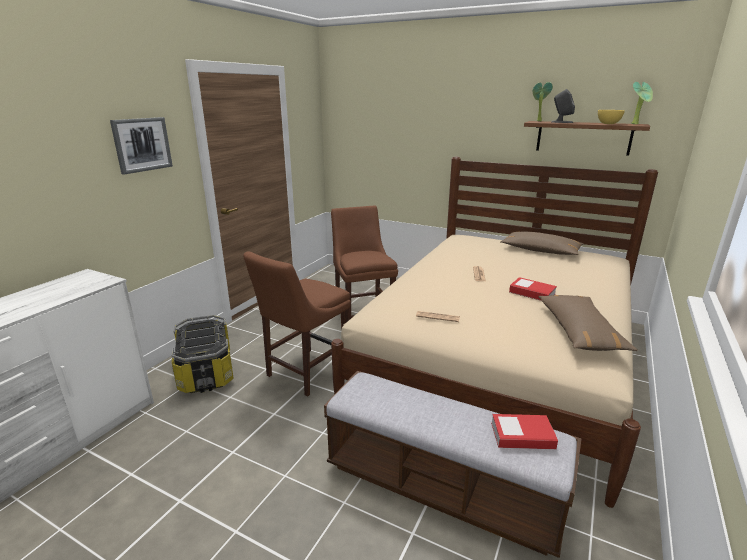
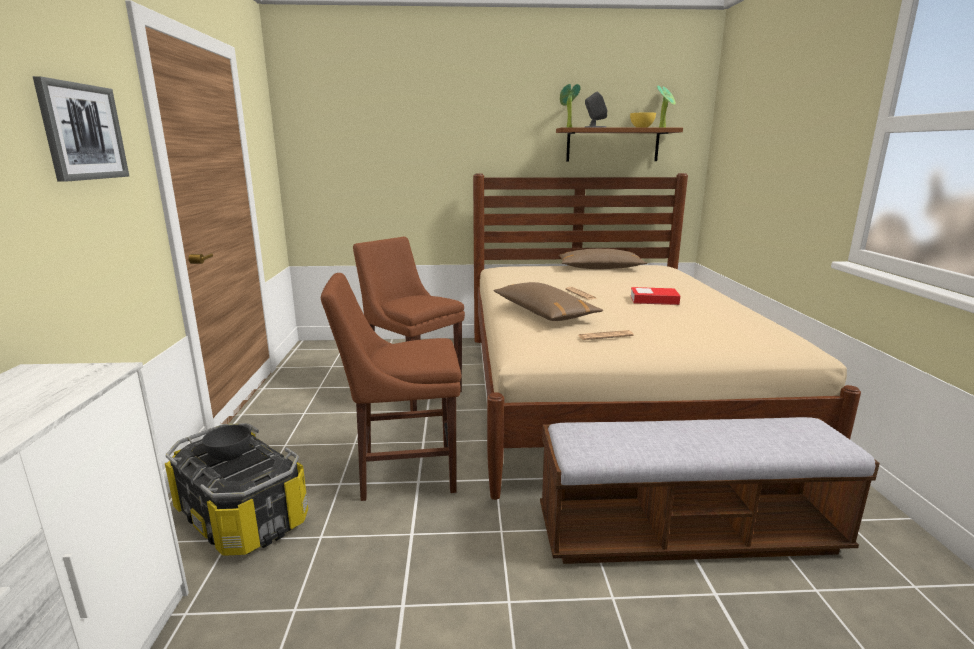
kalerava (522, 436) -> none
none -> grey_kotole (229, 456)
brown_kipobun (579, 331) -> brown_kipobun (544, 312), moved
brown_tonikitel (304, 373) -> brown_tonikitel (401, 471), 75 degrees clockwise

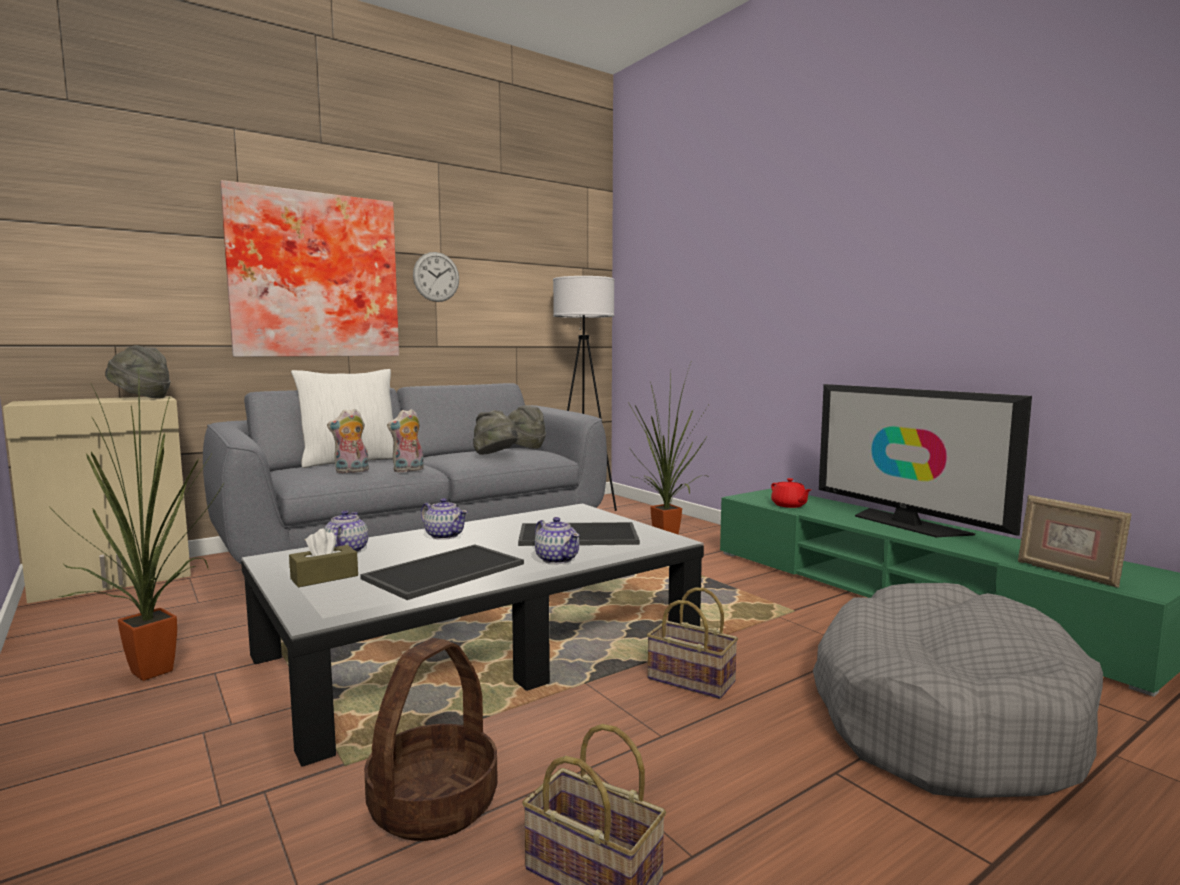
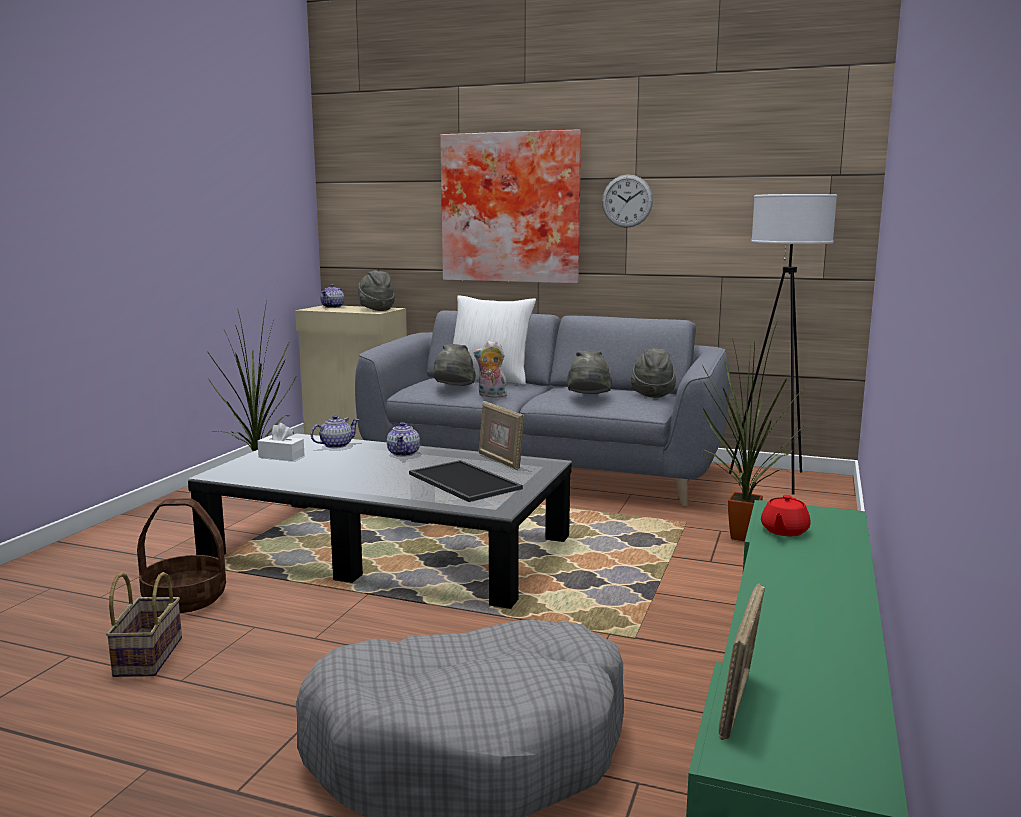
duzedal (445, 572) -> none
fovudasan (688, 680) -> none
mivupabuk (906, 524) -> none
none -> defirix (500, 461)
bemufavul (557, 559) -> bemufavul (333, 307), moved
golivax (351, 471) -> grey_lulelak (453, 388)
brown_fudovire (324, 577) -> white_fudovire (281, 456)

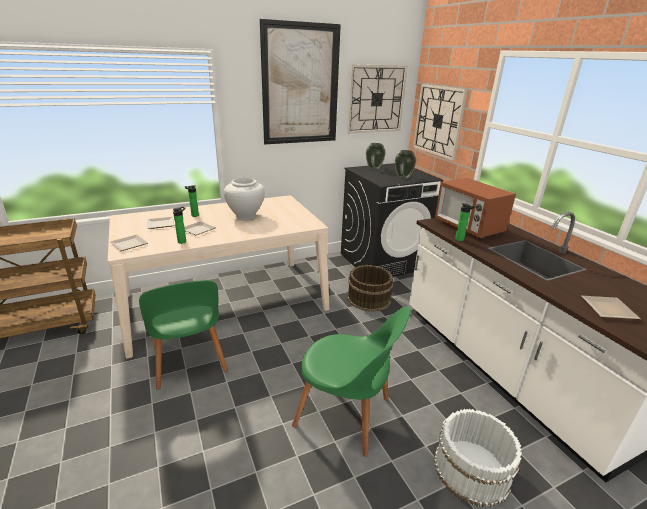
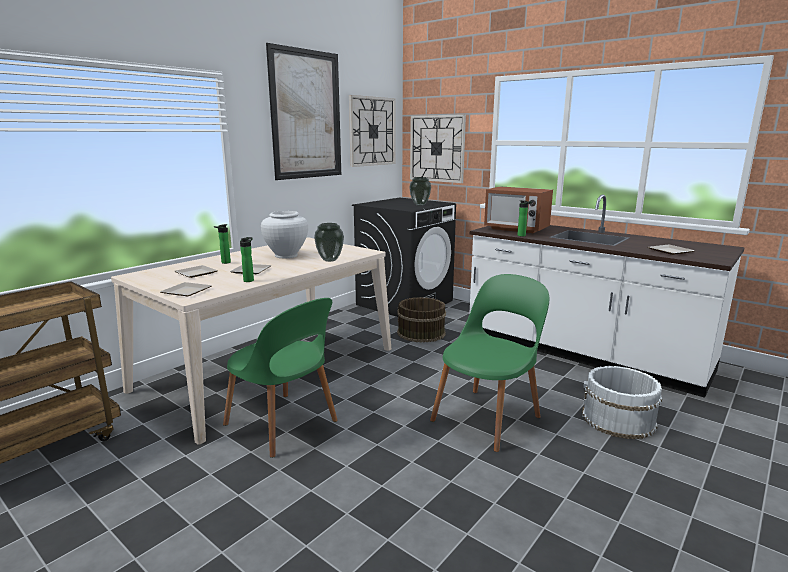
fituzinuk (373, 168) -> fituzinuk (329, 260), moved
green_tonikitel (346, 414) -> green_tonikitel (488, 417), 45 degrees counterclockwise

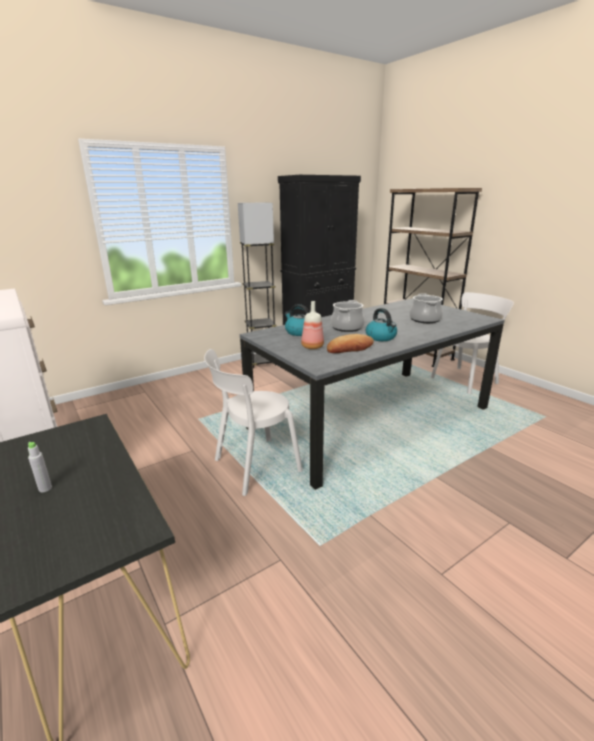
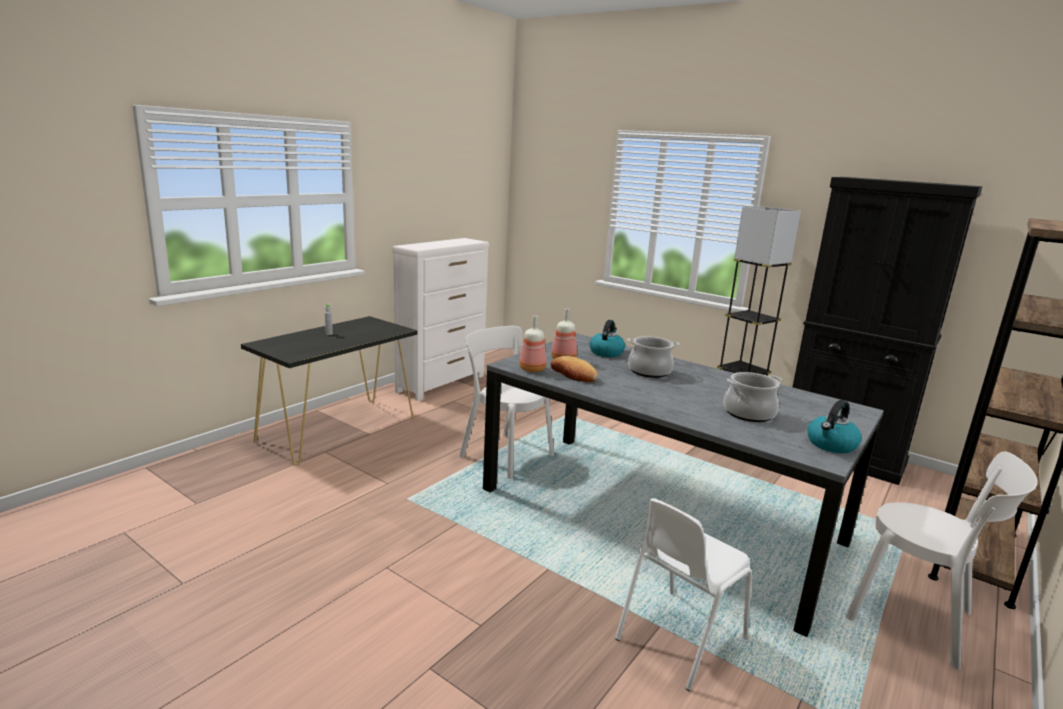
none -> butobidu (532, 369)
none -> white_tonikitel (678, 638)
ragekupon (381, 337) -> ragekupon (831, 445), moved

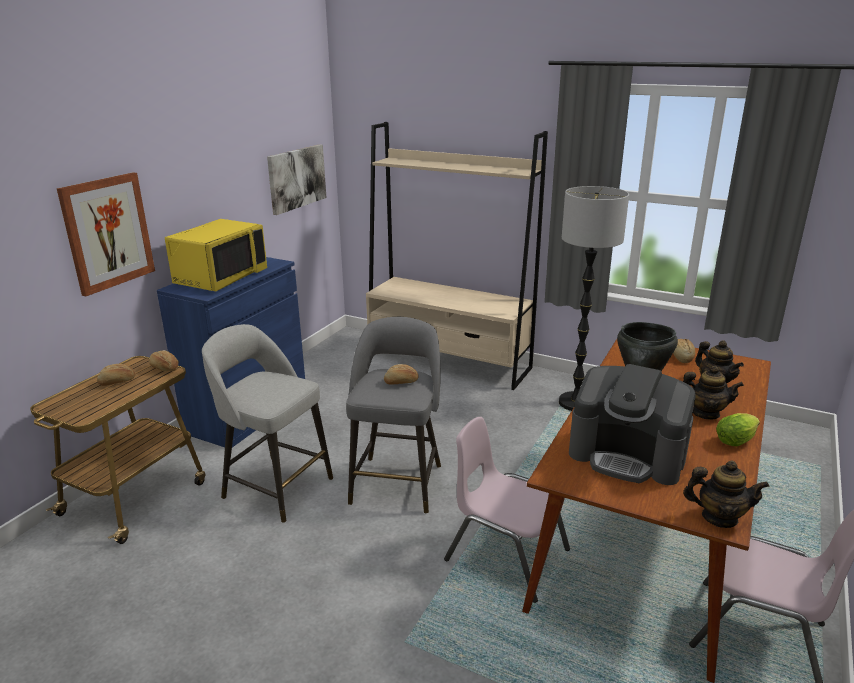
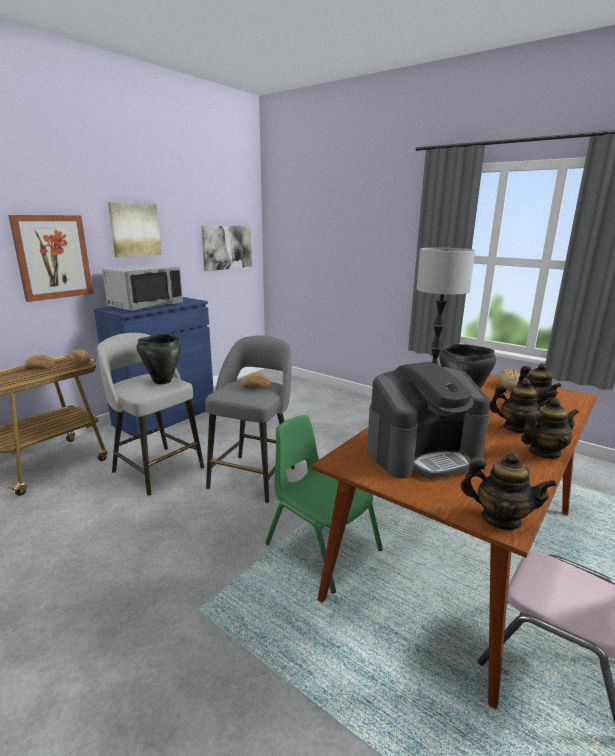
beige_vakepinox (449, 362) -> none
none -> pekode (134, 229)
none -> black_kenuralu (162, 381)
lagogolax (737, 440) -> bemufavul (543, 452)
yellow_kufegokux (220, 277) -> grey_kufegokux (145, 305)
pink_tonikitel (506, 555) -> green_tonikitel (322, 547)
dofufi (627, 455) -> dofufi (423, 453), 60 degrees counterclockwise

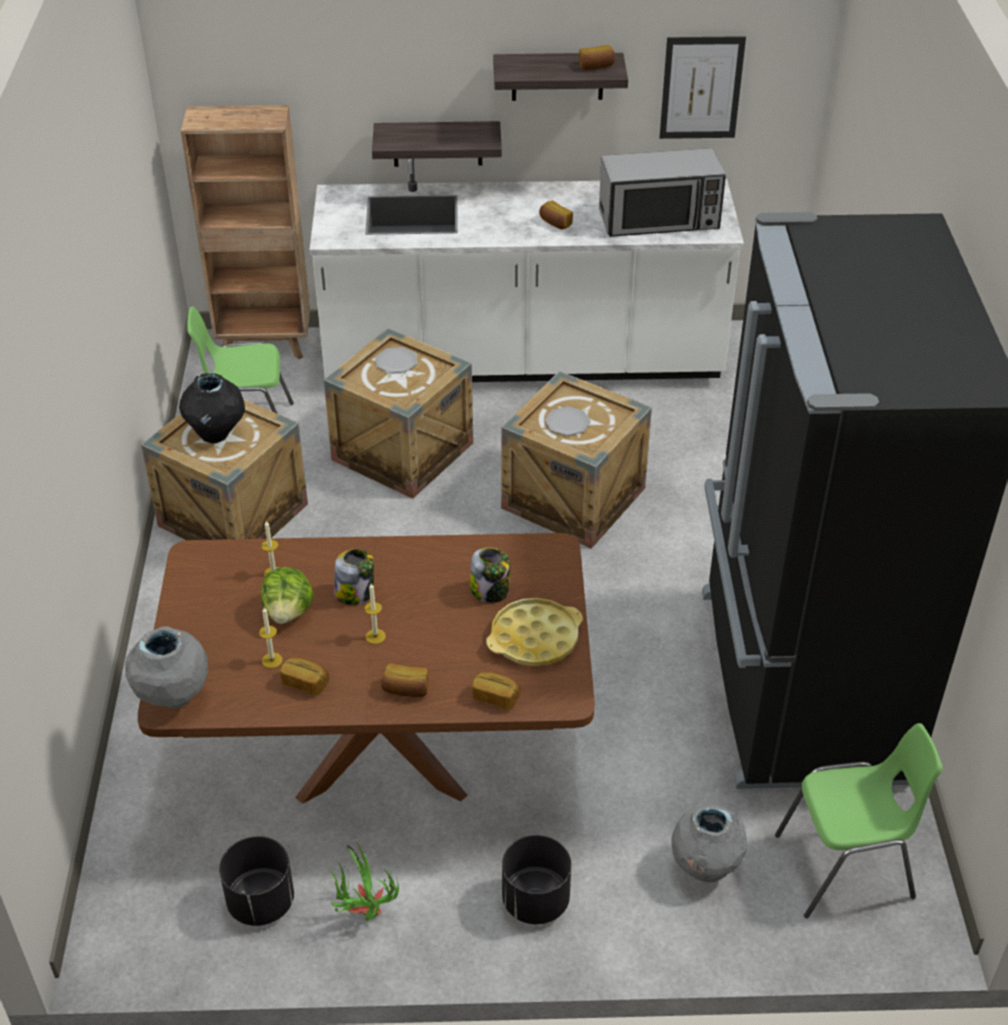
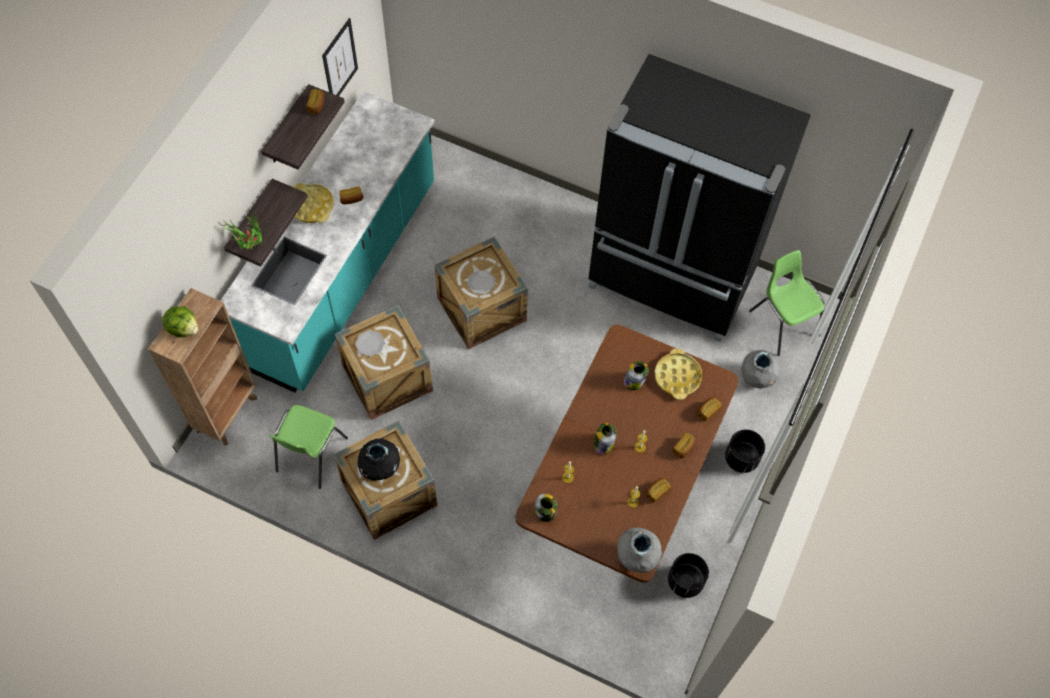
kufegokux (659, 220) -> none
none -> yellow_duzedal (311, 206)
none -> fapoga (545, 512)
lagogolax (288, 612) -> lagogolax (183, 328), moved
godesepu (363, 914) -> godesepu (250, 248), moved
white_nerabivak (523, 361) -> turquoise_nerabivak (343, 276)
green_tonikitel (846, 868) -> green_tonikitel (783, 323), 45 degrees counterclockwise

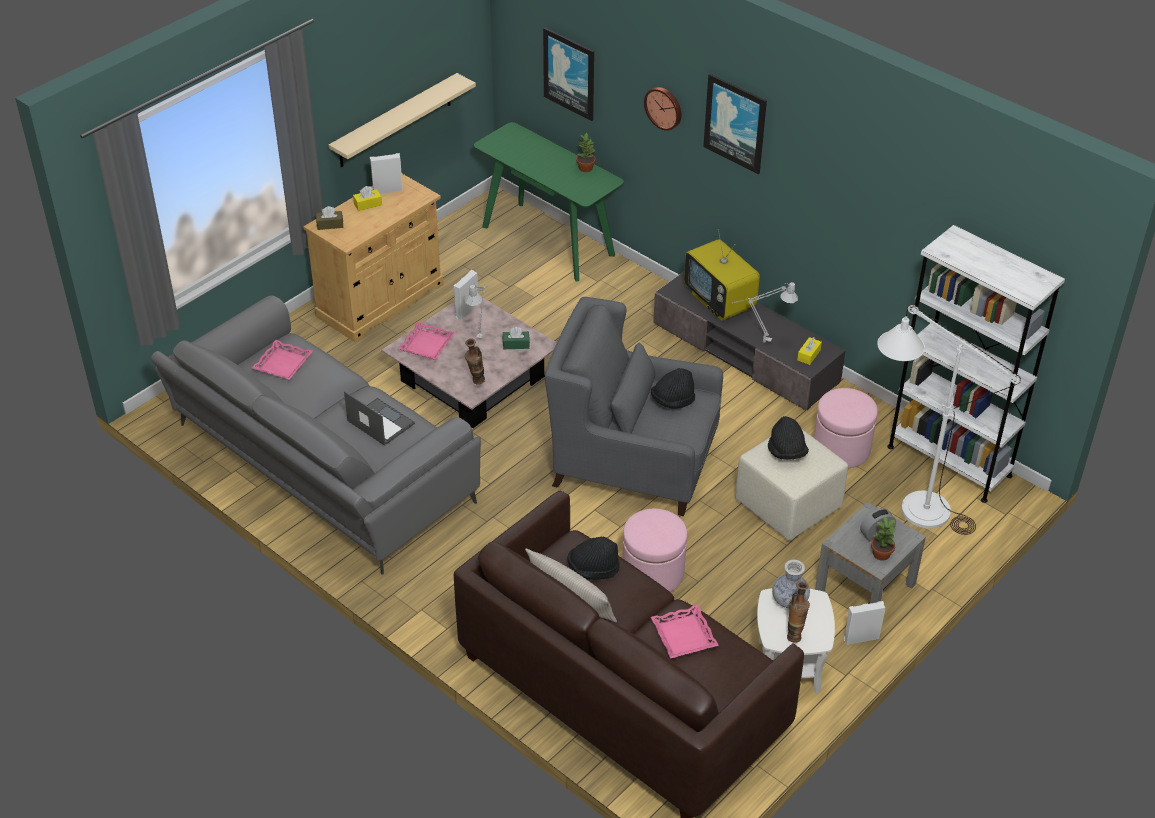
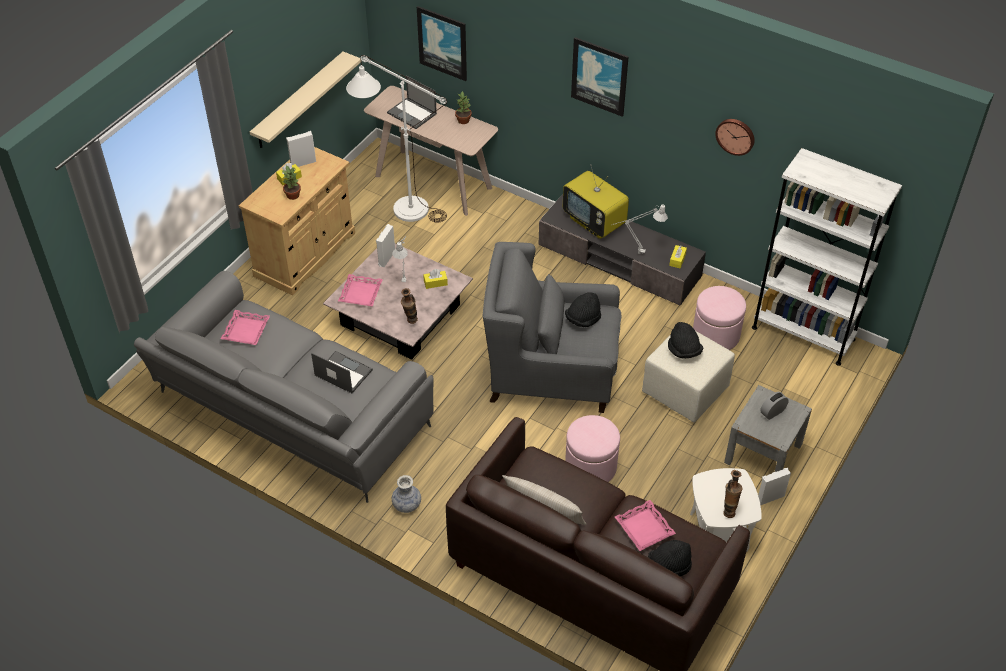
brown_fudovire (330, 225) -> none
none -> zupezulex (412, 113)
black_lulelak (593, 569) -> black_lulelak (668, 566), moved
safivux (664, 107) -> safivux (736, 135), moved
fituzinuk (789, 600) -> fituzinuk (407, 505), moved
godesepu (881, 554) -> godesepu (293, 195), moved
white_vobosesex (912, 505) -> white_vobosesex (401, 207), moved
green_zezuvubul (548, 240) -> beige_zezuvubul (433, 182)
green_fudovire (516, 344) -> yellow_fudovire (435, 283)

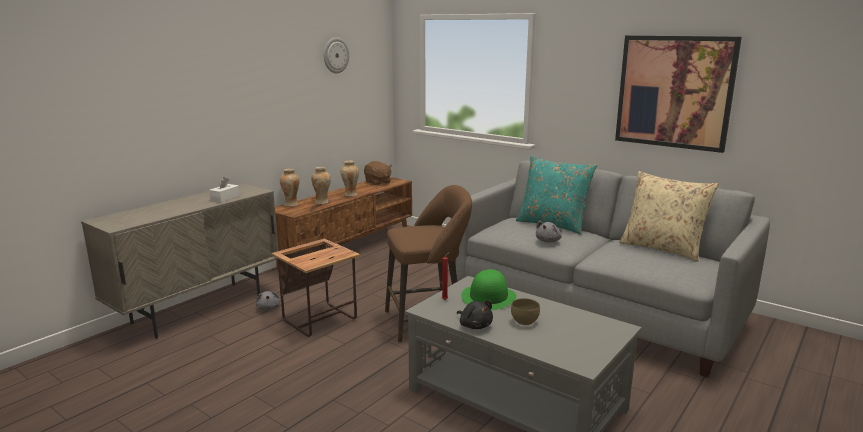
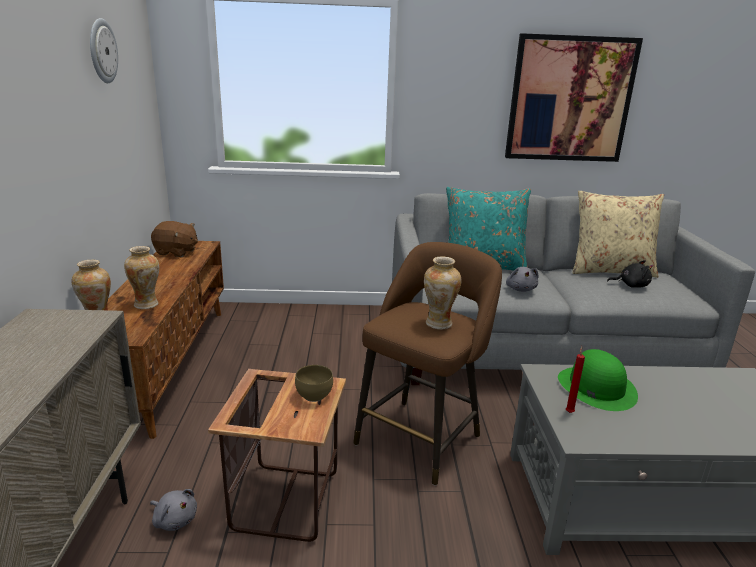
white_fudovire (225, 198) -> none
fituzinuk (350, 195) -> fituzinuk (438, 324), moved
black_golivax (475, 325) -> black_golivax (631, 285), moved
brown_kotole (525, 322) -> brown_kotole (315, 395), moved

